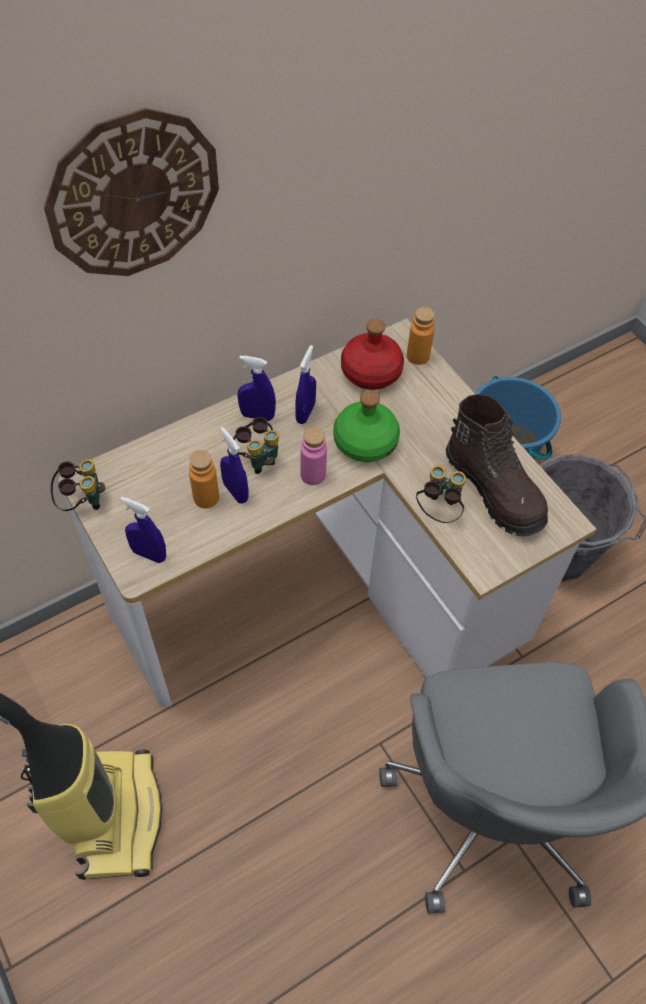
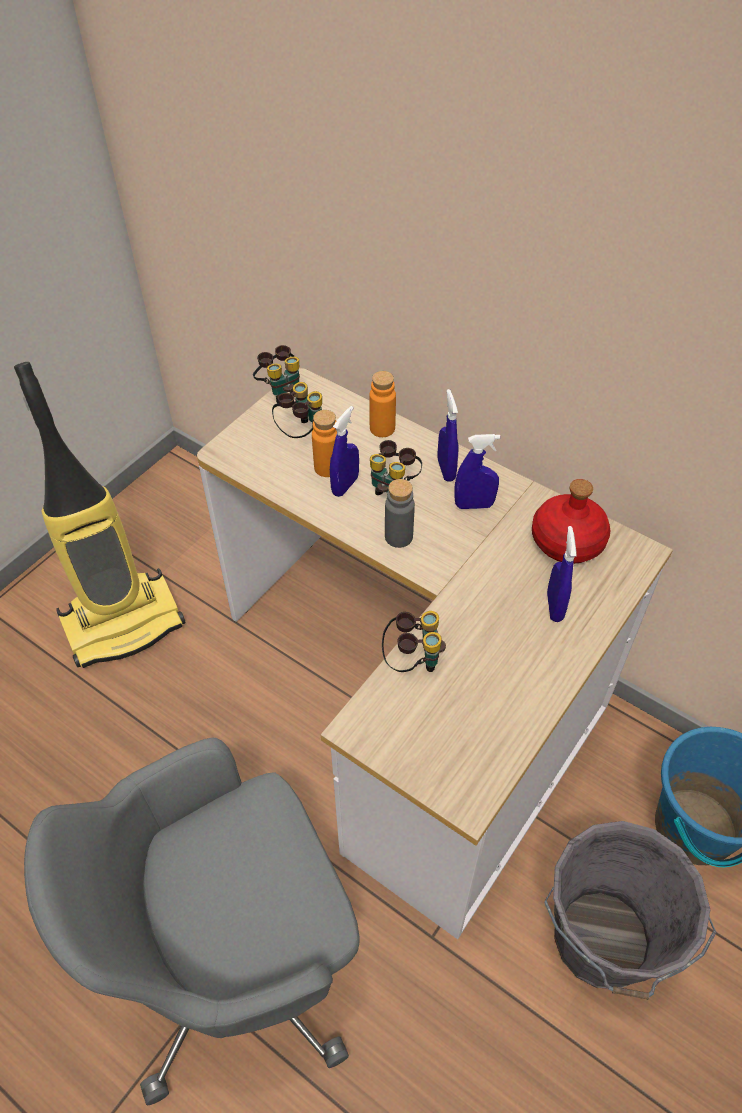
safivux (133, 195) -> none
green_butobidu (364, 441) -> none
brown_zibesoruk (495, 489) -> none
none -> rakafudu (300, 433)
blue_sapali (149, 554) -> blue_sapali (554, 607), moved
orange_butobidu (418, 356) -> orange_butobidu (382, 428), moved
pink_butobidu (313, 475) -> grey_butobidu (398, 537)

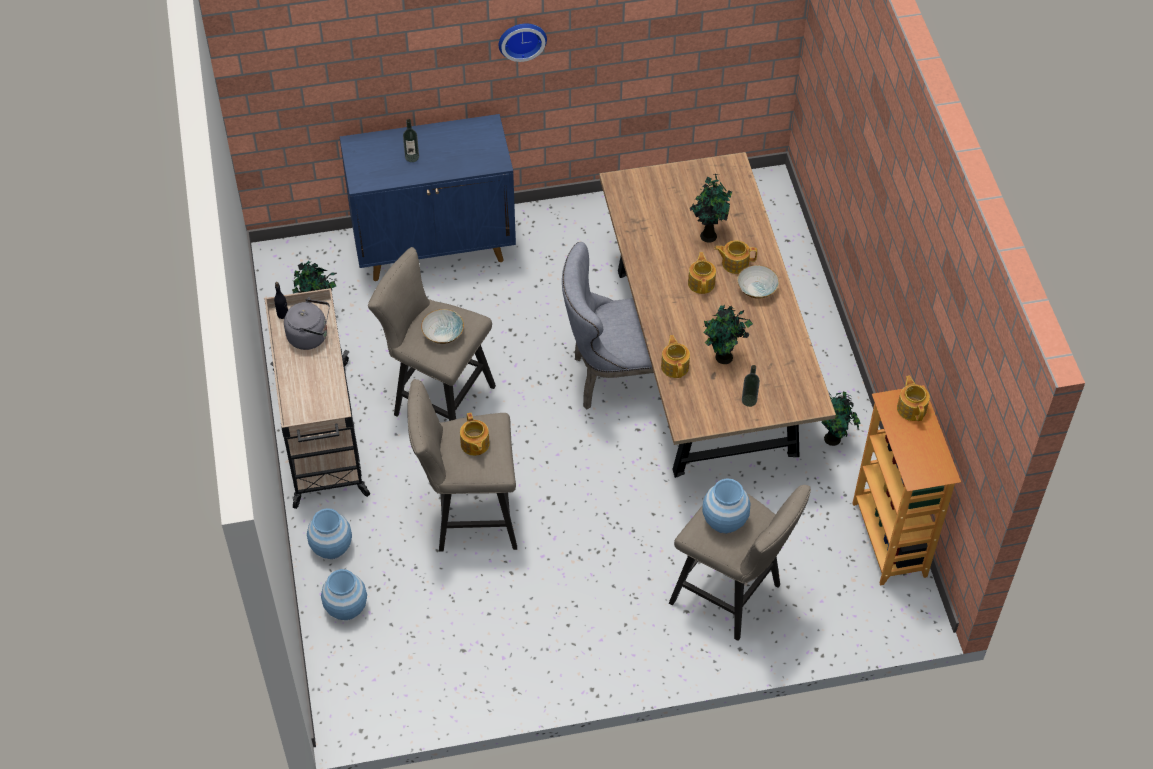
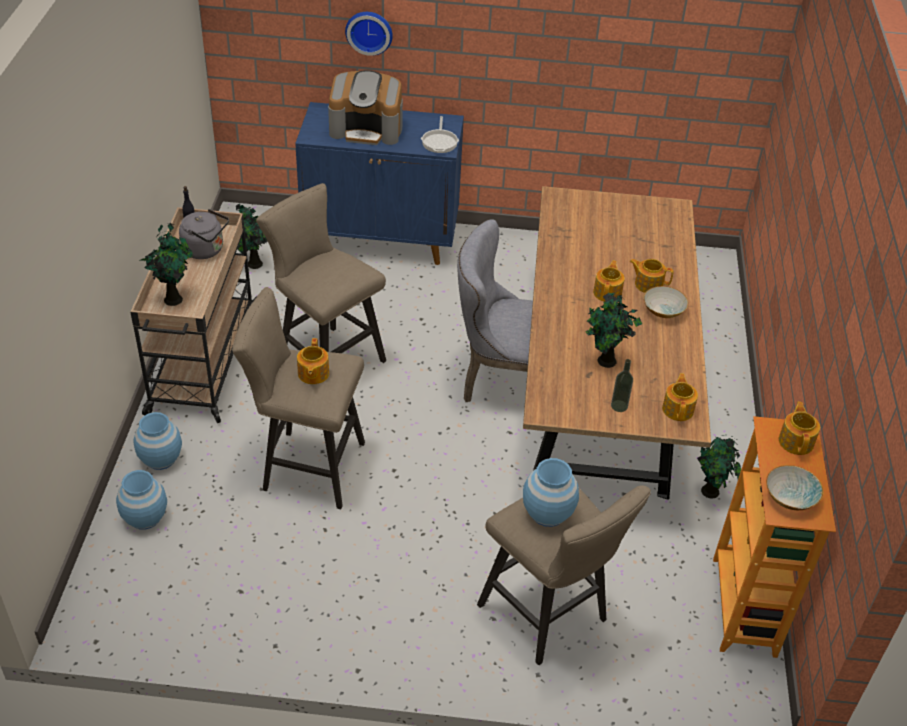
none -> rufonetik (440, 142)
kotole (443, 334) -> kotole (790, 498), moved
safivux (521, 39) -> safivux (369, 31), moved
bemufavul (675, 366) -> bemufavul (678, 409), moved
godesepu (708, 234) -> godesepu (173, 298), moved
butobidu (412, 157) -> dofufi (367, 129)

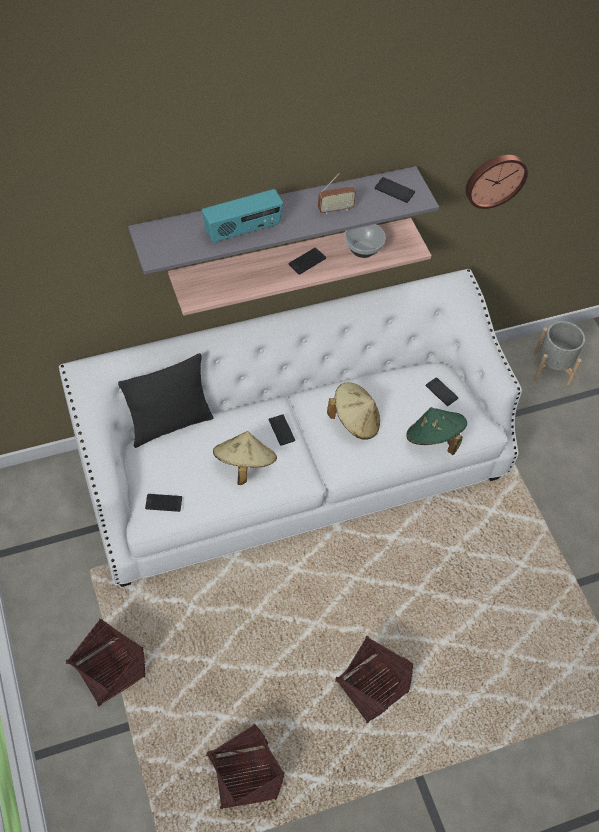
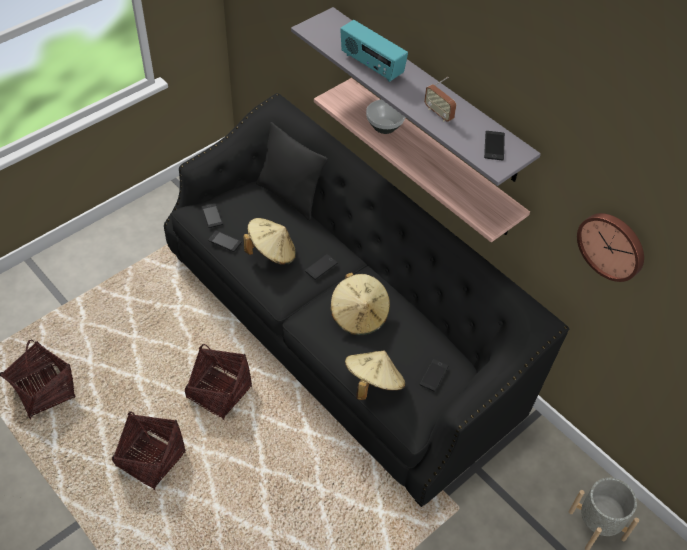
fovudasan (108, 670) -> fovudasan (219, 392), moved
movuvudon (307, 261) -> movuvudon (224, 241), moved
kotole (363, 250) -> kotole (384, 127), moved
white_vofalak (294, 469) -> black_vofalak (341, 333)
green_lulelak (433, 439) -> beige_lulelak (373, 383)

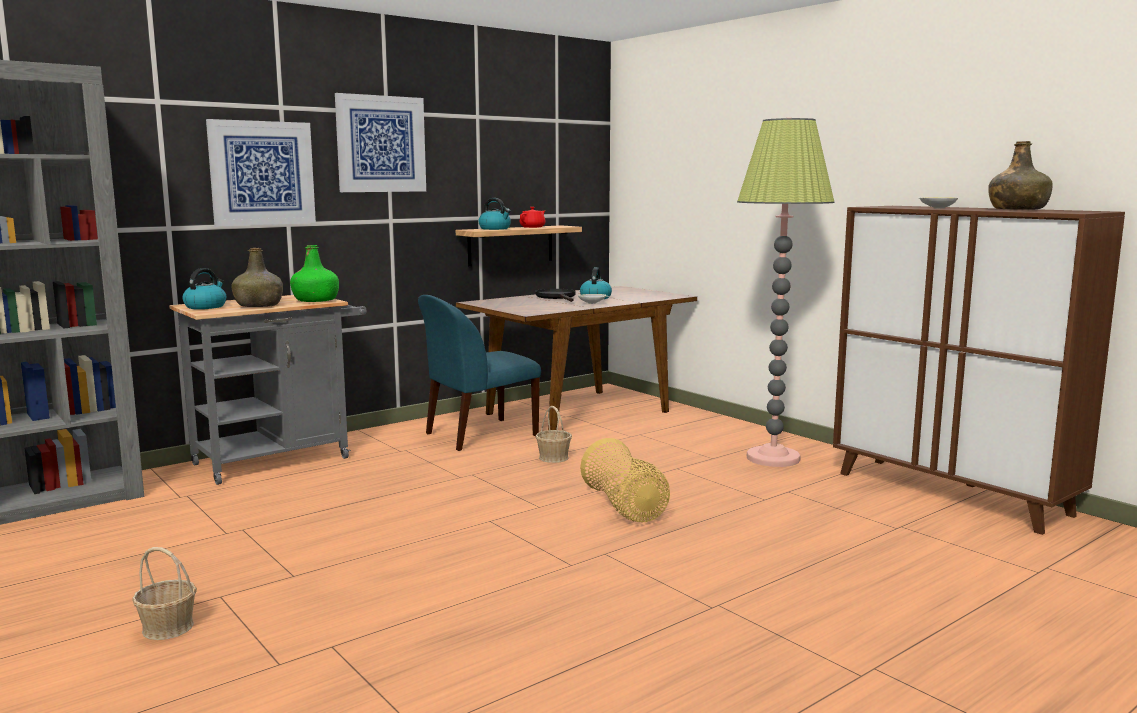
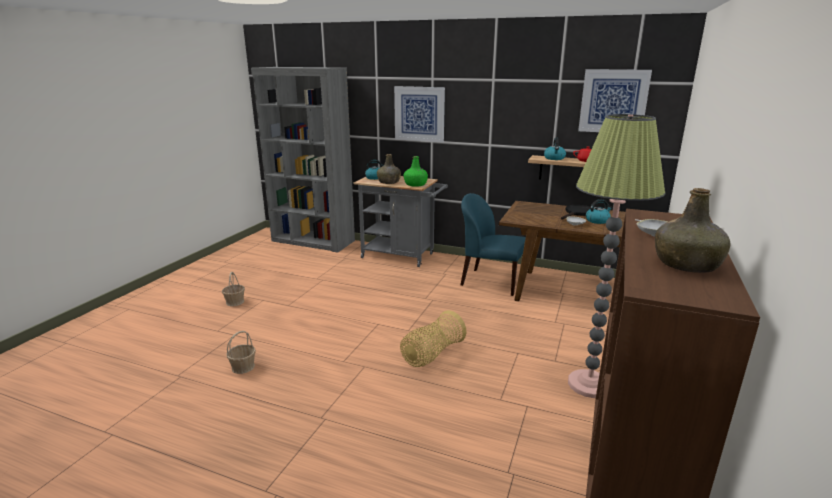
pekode (381, 144) -> pekode (613, 101), moved
fovudasan (553, 458) -> fovudasan (243, 367), moved

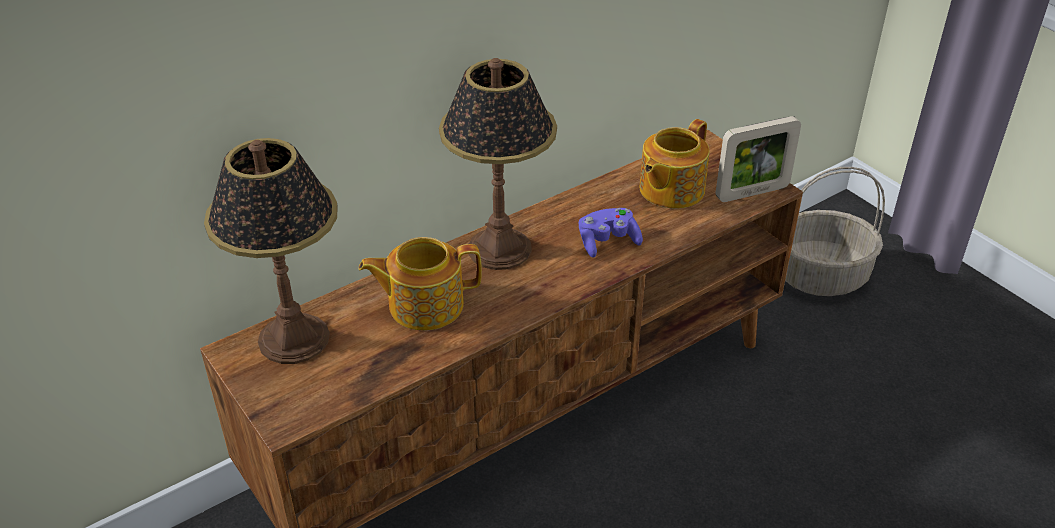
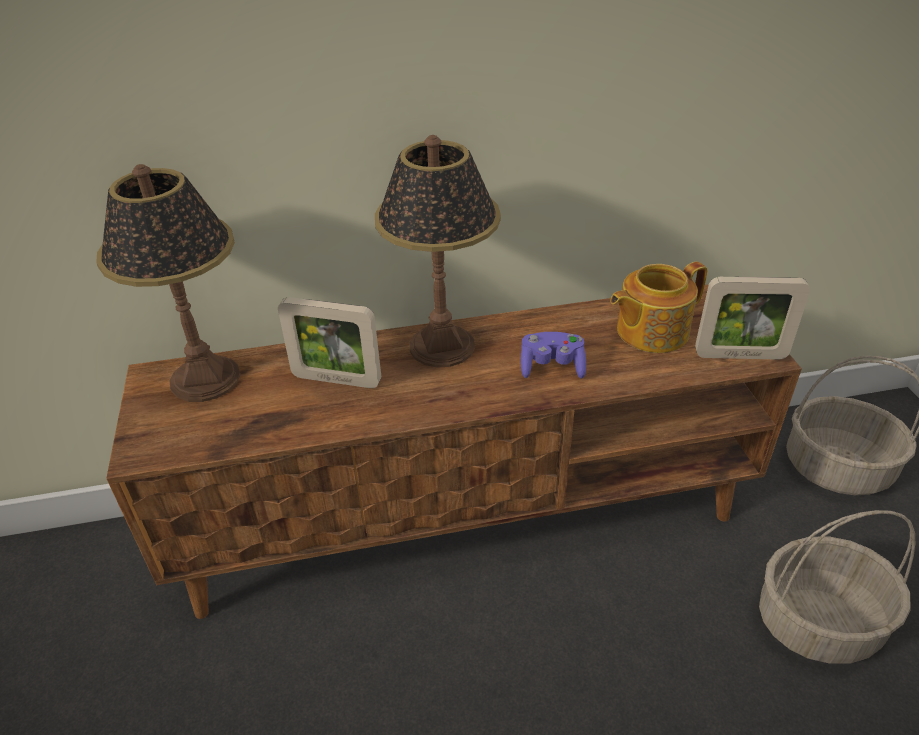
none -> fovudasan (817, 623)
bemufavul (424, 304) -> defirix (336, 380)

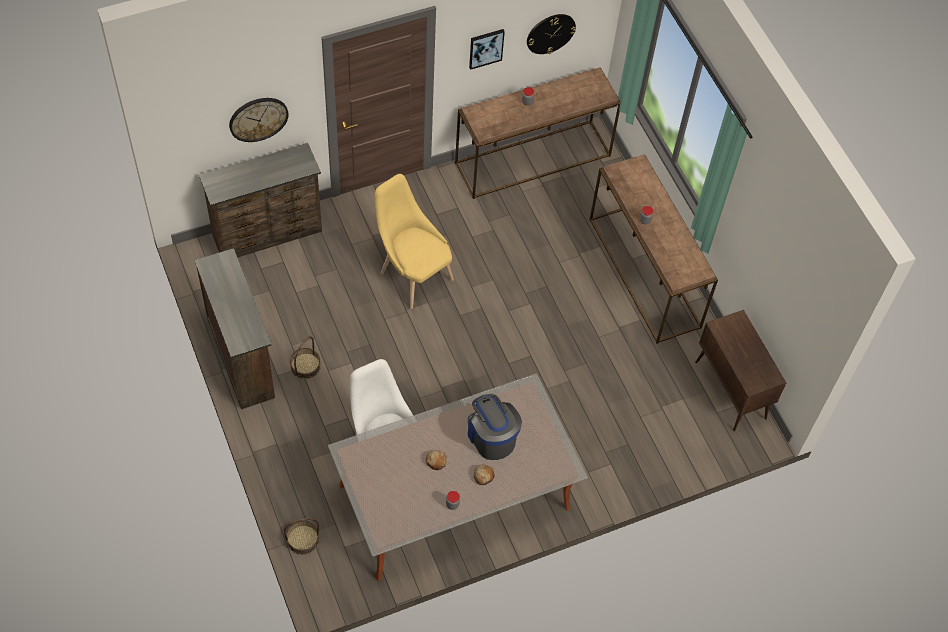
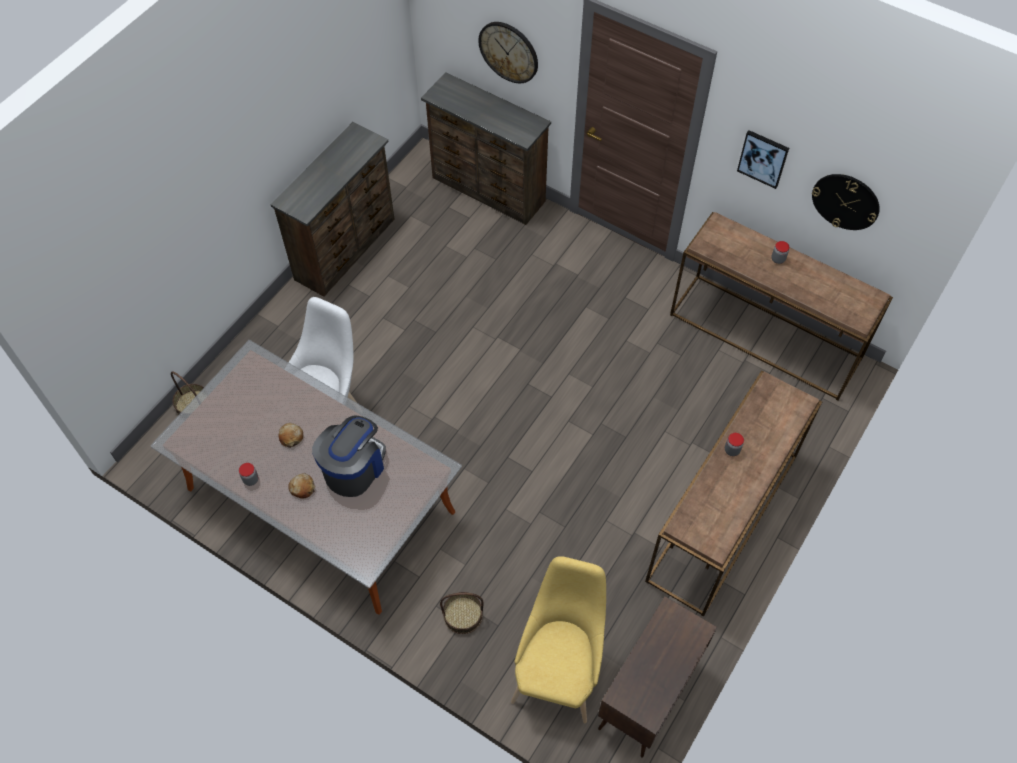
fovudasan (305, 366) -> fovudasan (463, 615), moved
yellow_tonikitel (412, 273) -> yellow_tonikitel (559, 670), moved

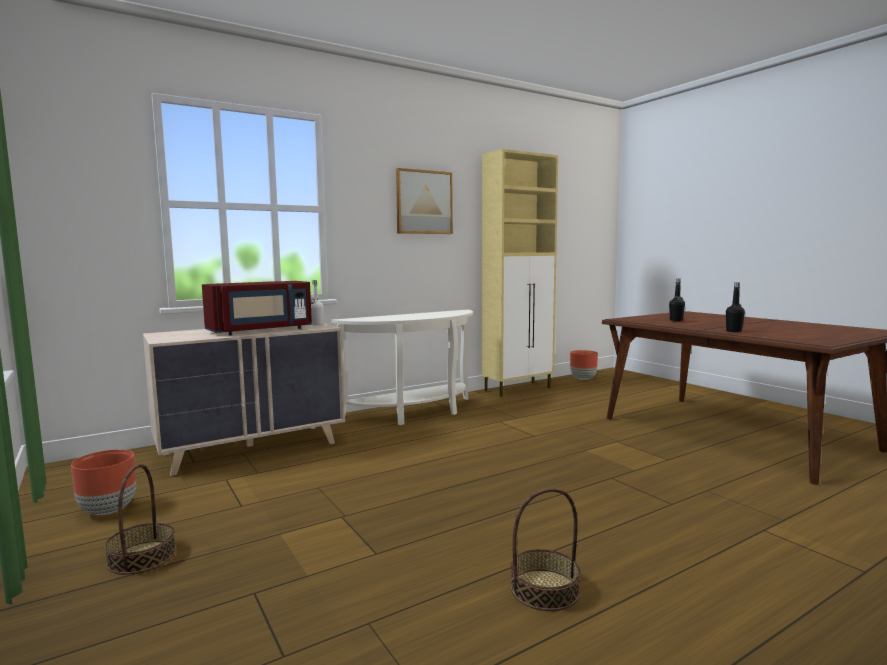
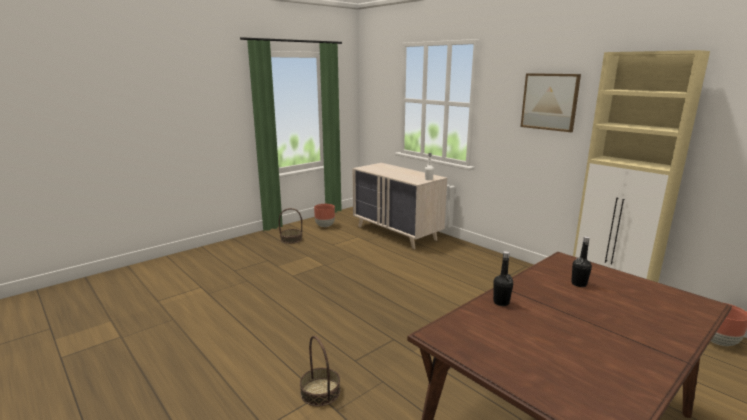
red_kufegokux (261, 330) -> none
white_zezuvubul (416, 414) -> none
fovudasan (544, 589) -> fovudasan (320, 392), moved

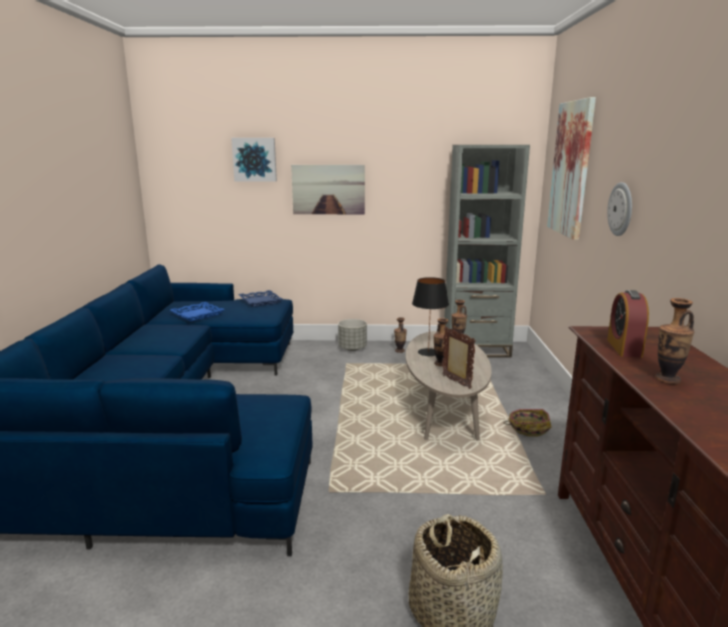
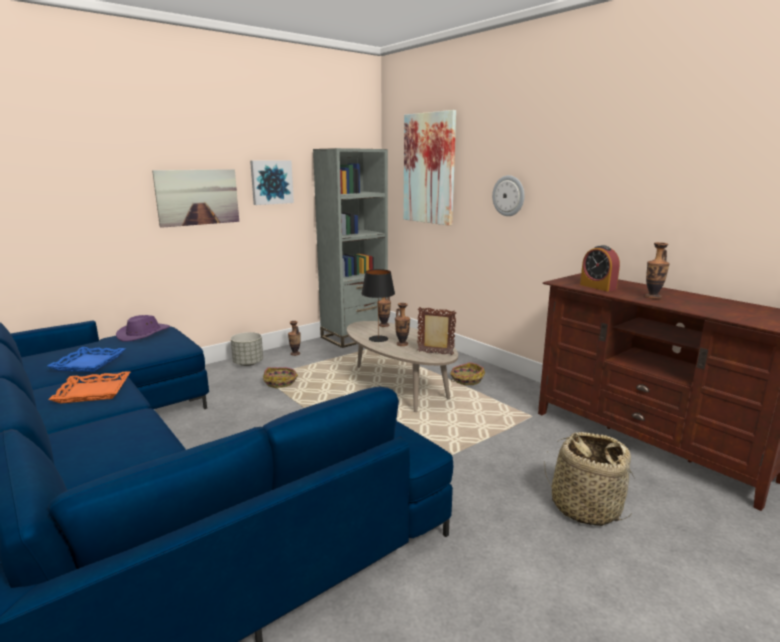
none -> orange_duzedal (93, 392)
none -> fovudasan (281, 382)
pekode (254, 159) -> pekode (271, 182), moved
blue_duzedal (260, 301) -> purple_lulelak (144, 334)

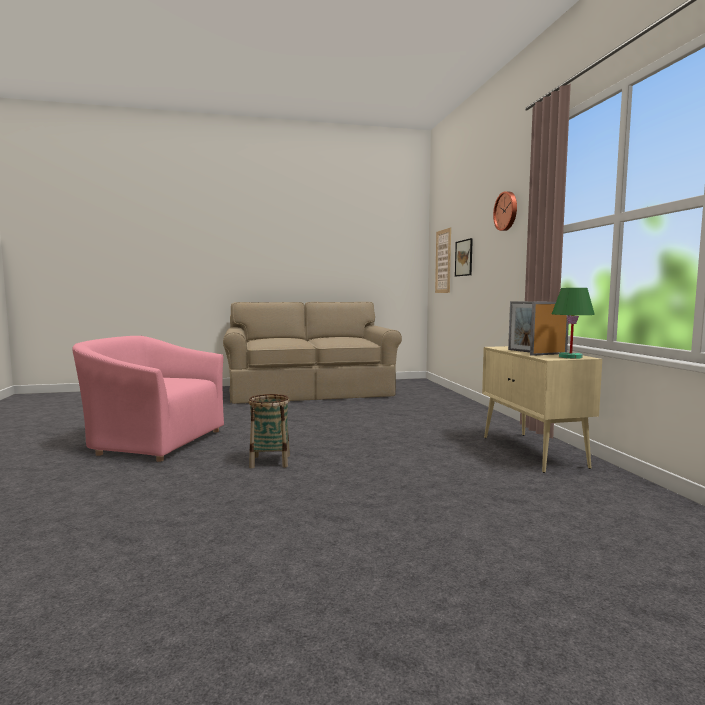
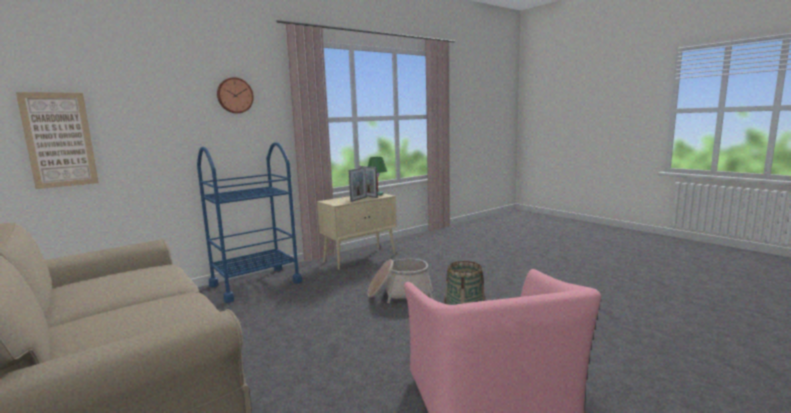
pekode (464, 258) -> none
none -> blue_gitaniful (255, 284)
none -> fovudasan (400, 293)

